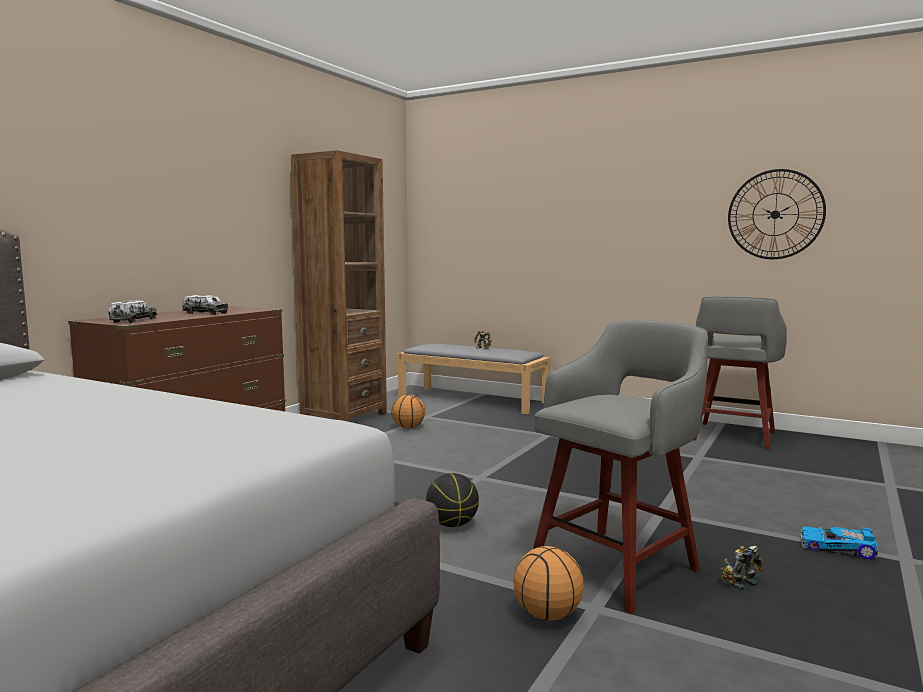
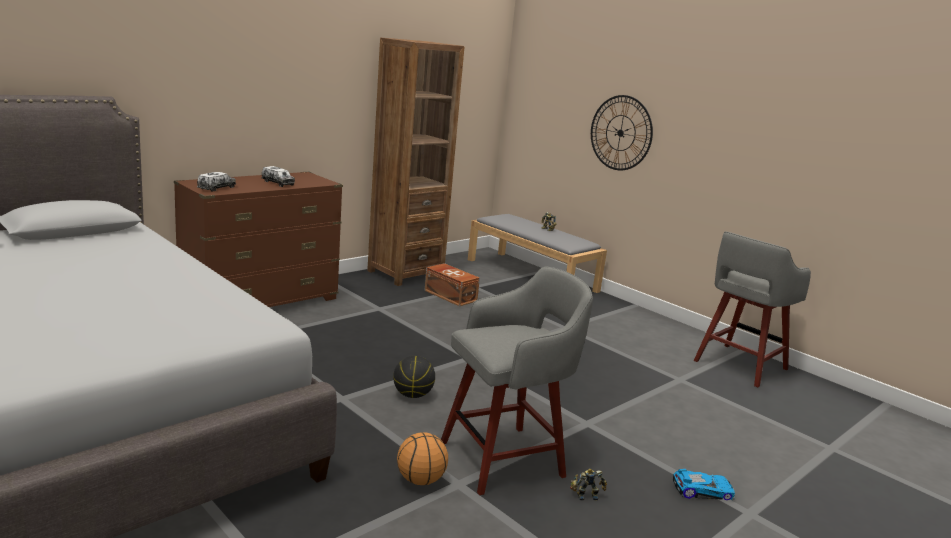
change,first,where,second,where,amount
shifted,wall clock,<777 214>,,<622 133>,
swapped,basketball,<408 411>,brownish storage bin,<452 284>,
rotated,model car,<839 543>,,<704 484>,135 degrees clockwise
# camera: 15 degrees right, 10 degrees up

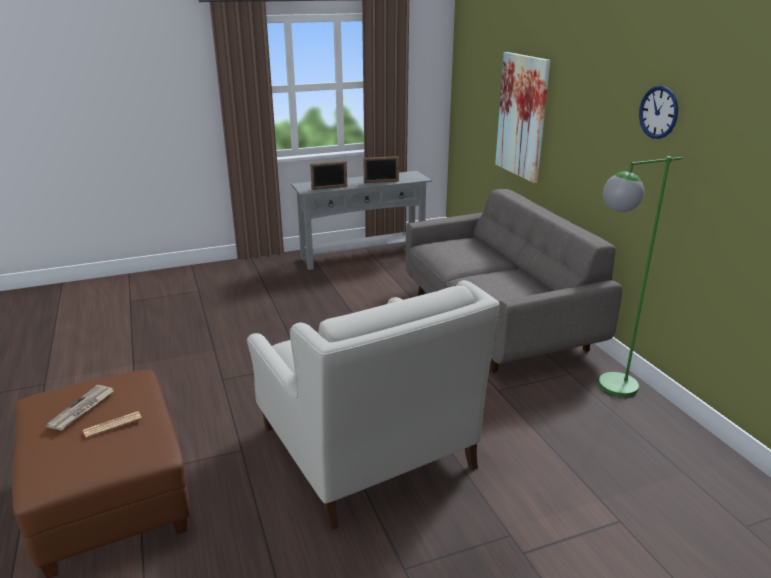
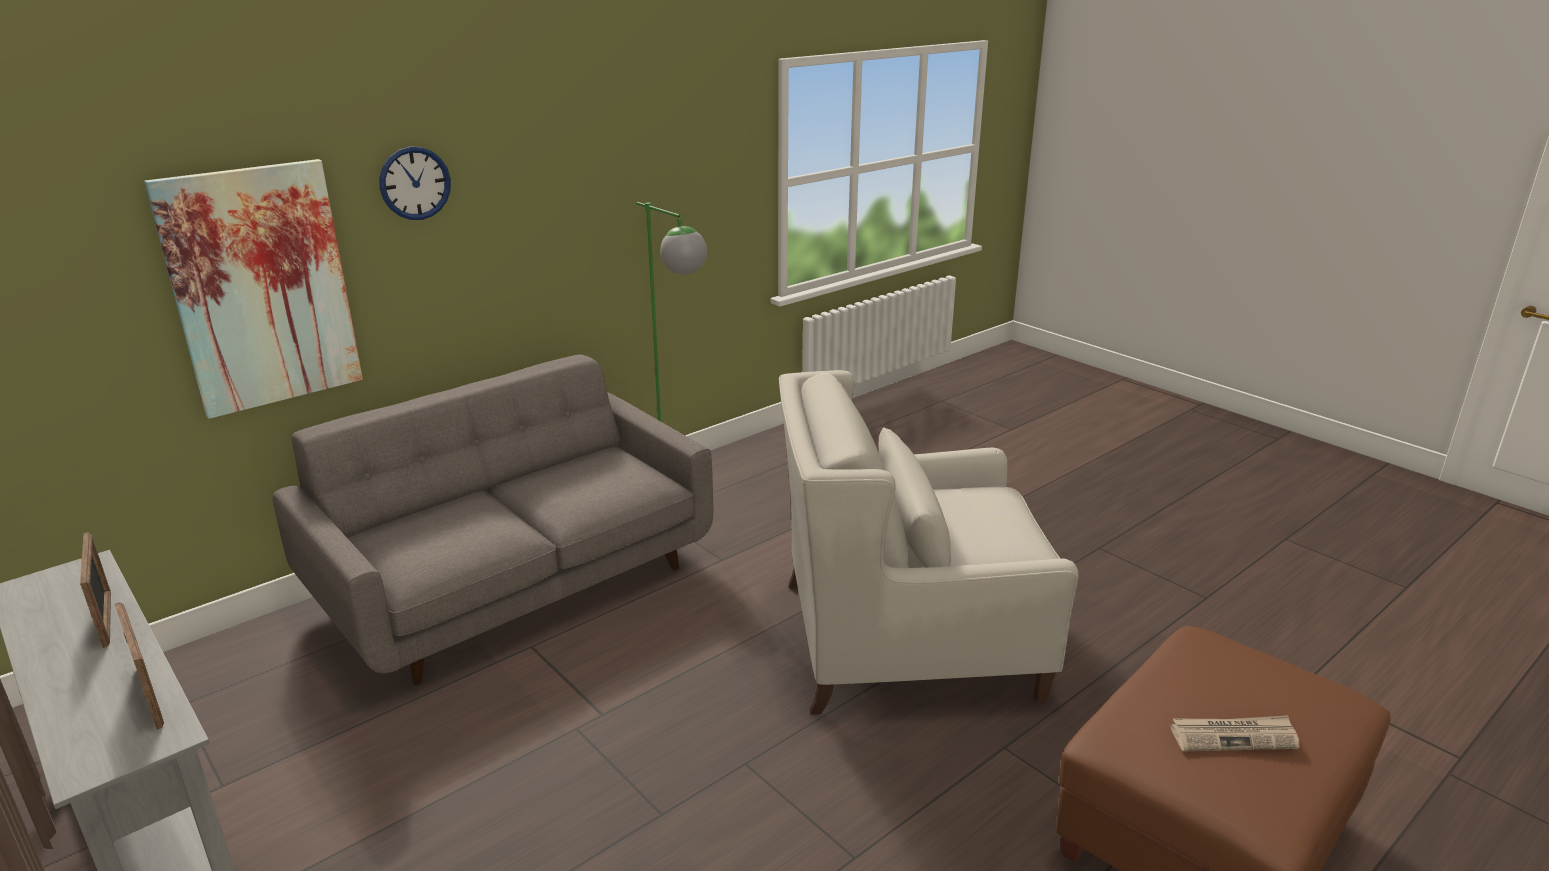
change,first,where,second,where,amount
shifted,wall clock,<658 112>,,<415 183>,
rotated,whitish easy chair,<373 405>,,<928 542>,135 degrees counterclockwise
gone,printed paper,<112 424>,,,
# camera: 110 degrees left, 0 degrees up

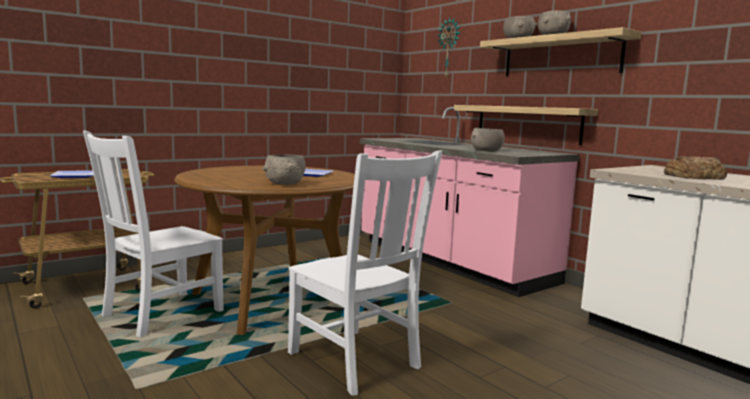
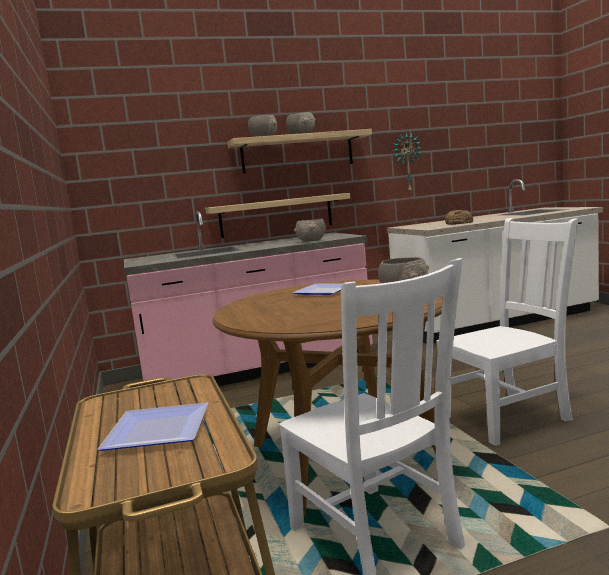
change,first,where,second,where,amount
shifted,wall clock,<448 47>,,<406 162>,
# camera: 70 degrees left, 0 degrees up

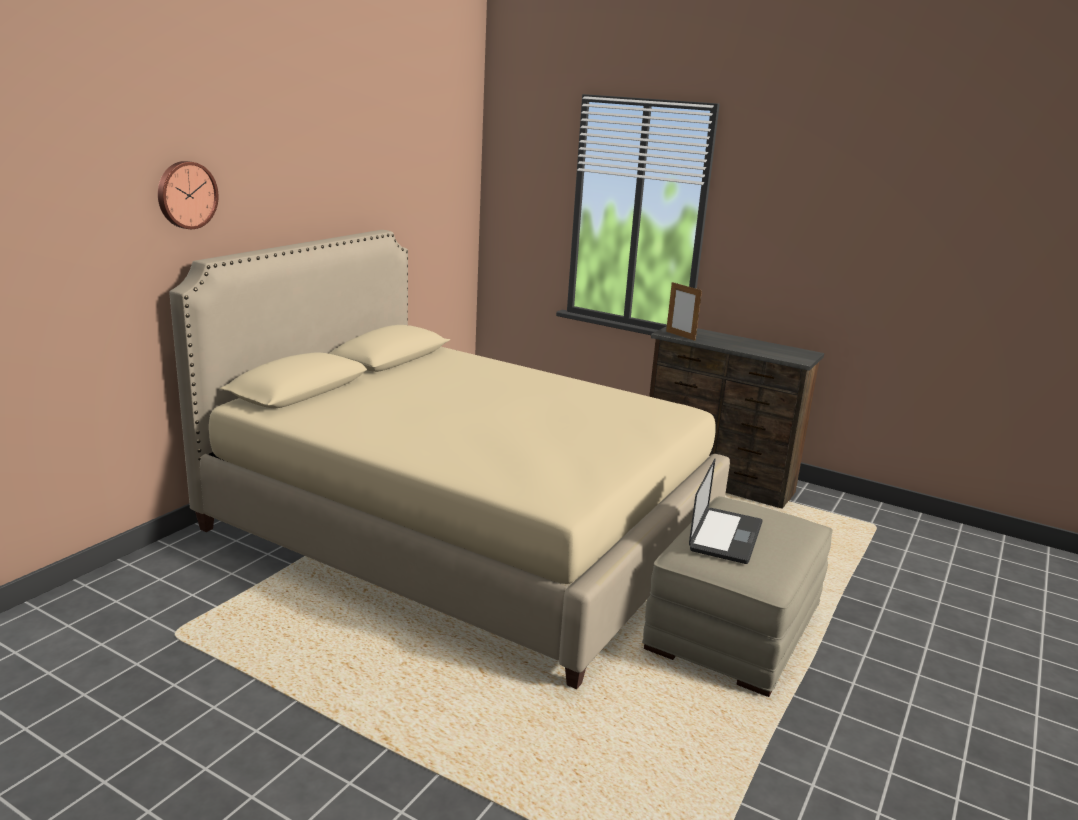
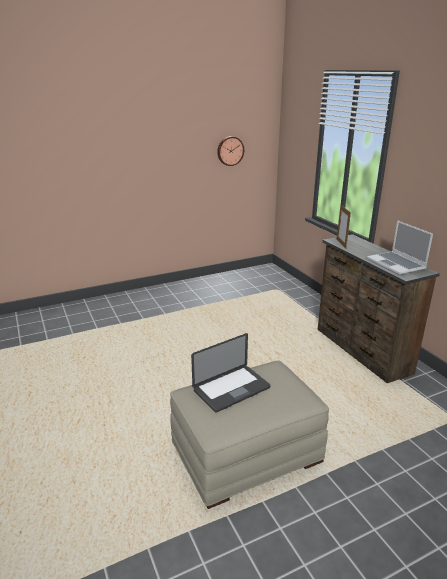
change,first,where,second,where,amount
shifted,wall clock,<188 195>,,<230 151>,
gone,sand-coloured sleeping bed,<449 459>,,,
new,,,notebook computer,<400 247>,
# camera: 35 degrees right, 5 degrees up

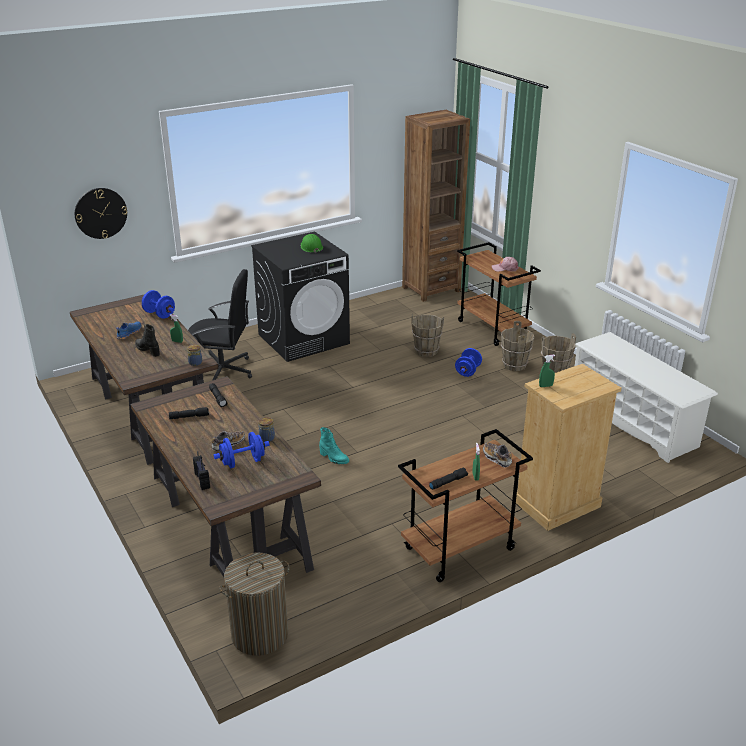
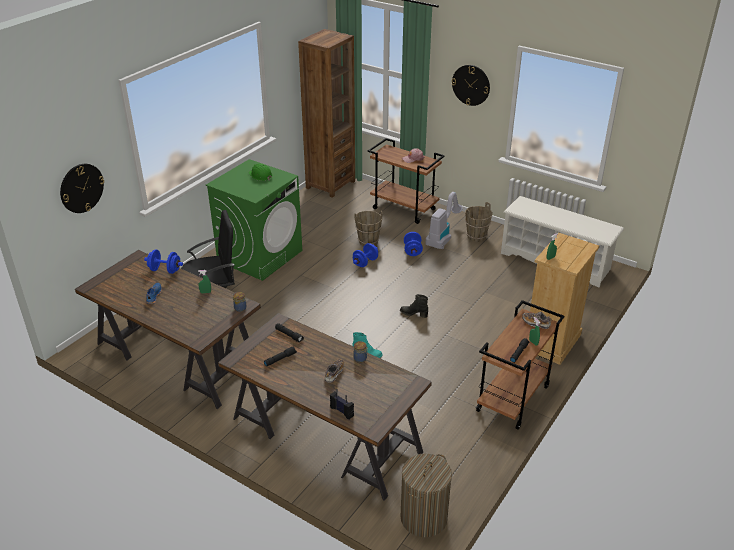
change,first,where,second,where,amount
repainted,black laundry machine,<300 296>,green-coloured laundry machine,<254 220>,
swapped,brownish pail,<517 346>,vacuum,<444 220>,
shifted,black tall boot,<147 340>,,<414 306>,
shifted,bluish dumbbell,<241 450>,,<365 255>,
new,,,wall clock,<471 85>,
# camera: 25 degrees left, 5 degrees up

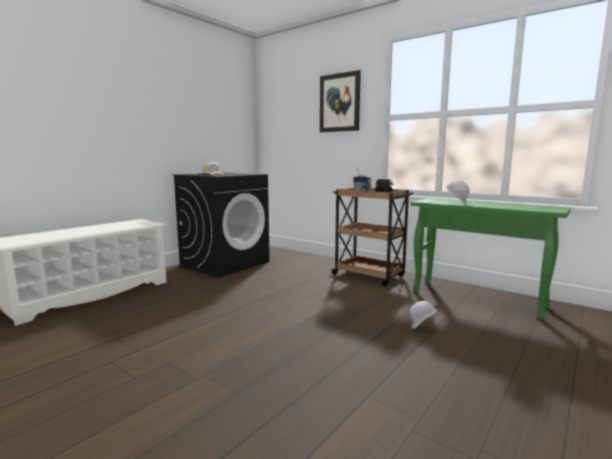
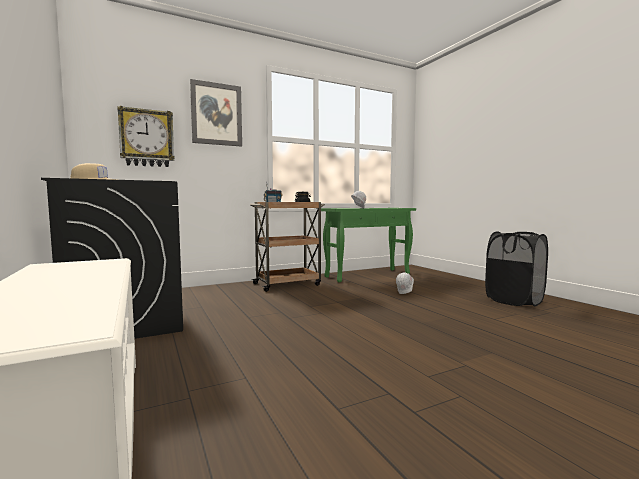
change,first,where,second,where,amount
new,,,wall clock,<146 136>,
new,,,black washing basket,<516 268>,
# camera: 65 degrees left, 5 degrees down

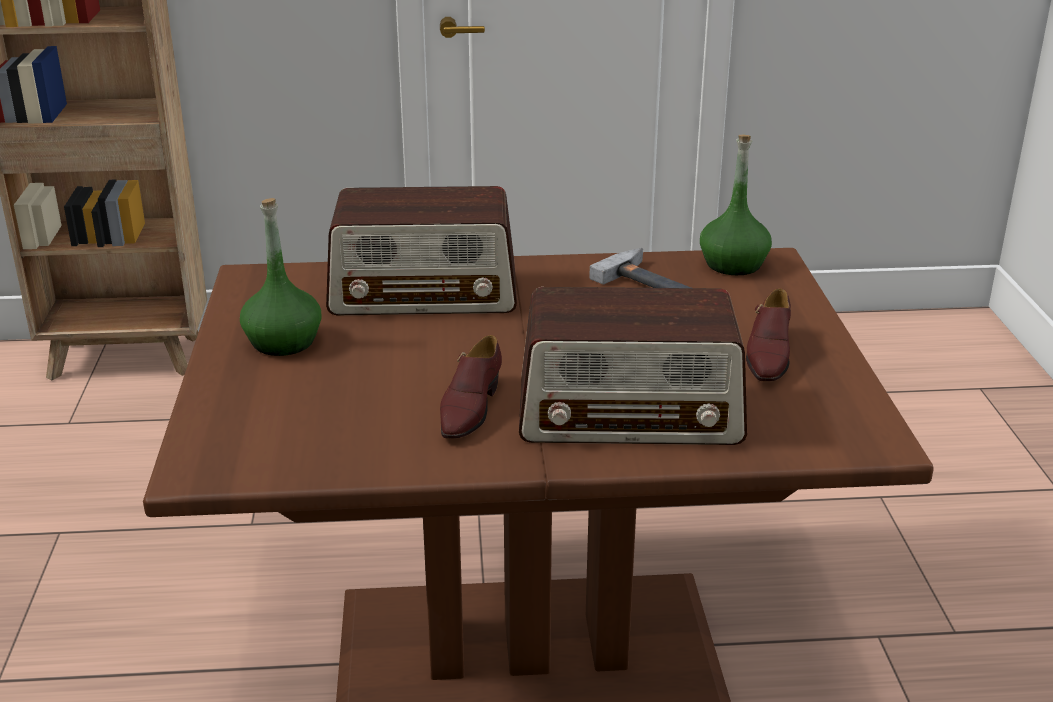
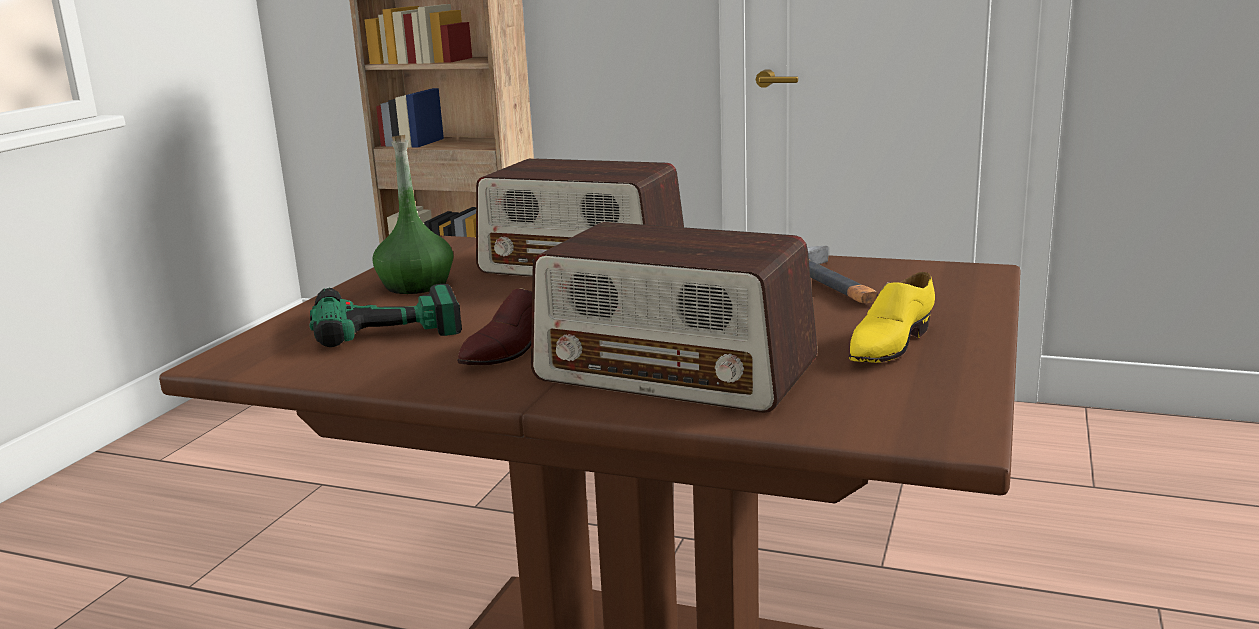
change,first,where,second,where,amount
gone,green-coloured beverage bottle,<736 205>,,,
repainted,brownish low shoe,<768 334>,yellow low shoe,<892 317>,
new,,,drill,<385 315>,
# camera: 25 degrees right, 10 degrees down

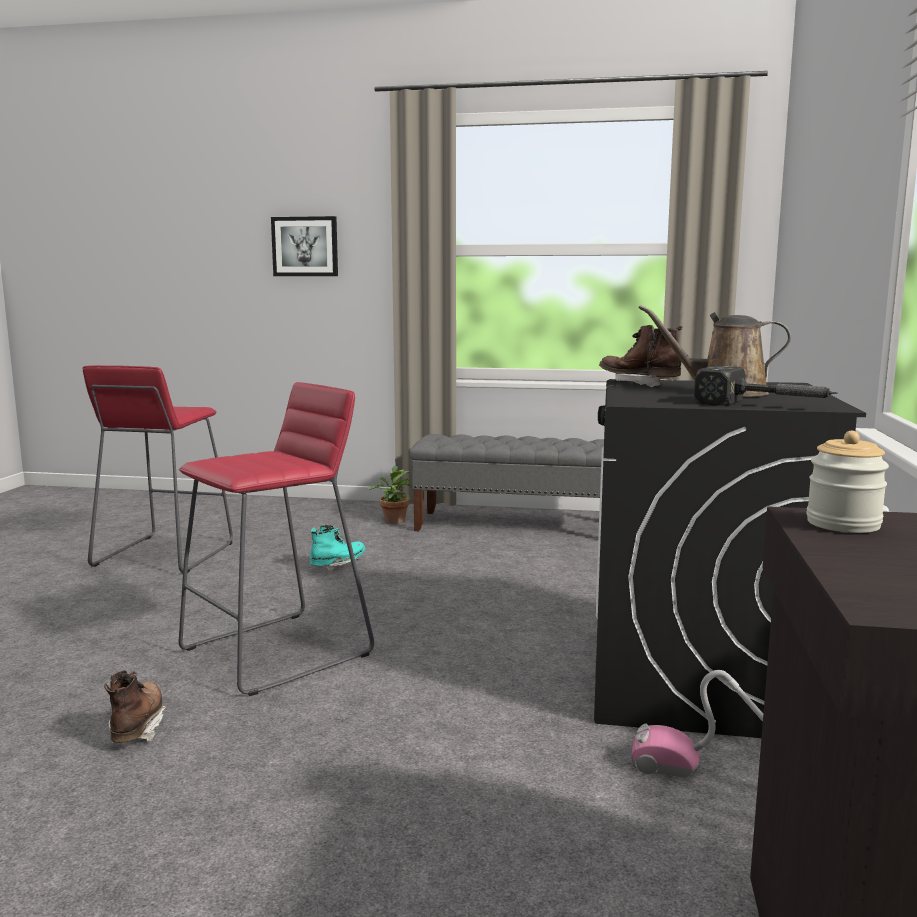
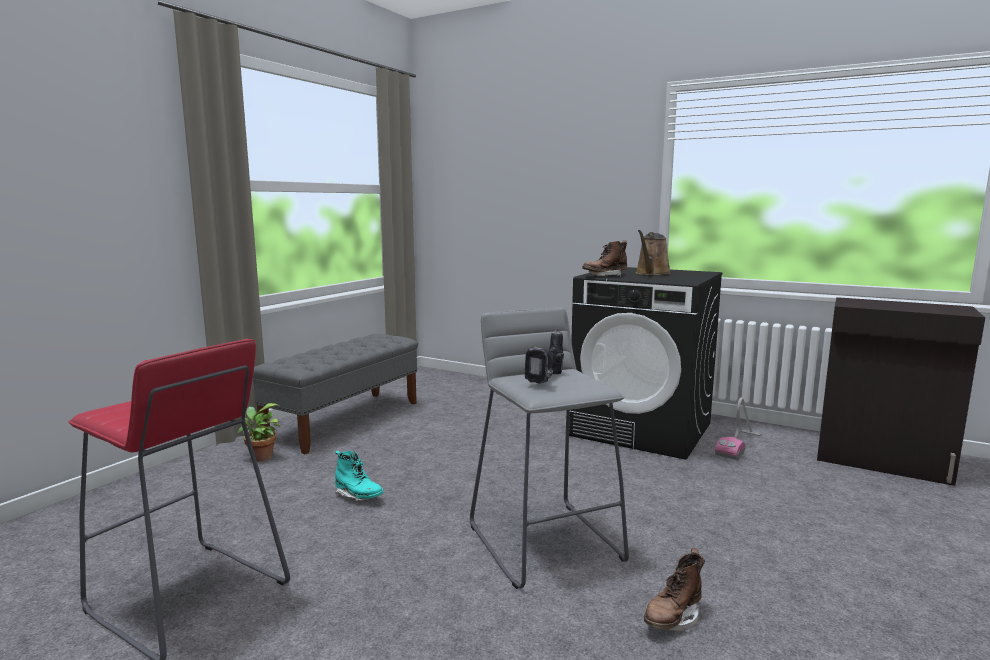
change,first,where,second,where,amount
gone,picture,<304 246>,,,
gone,tool hammer,<766 386>,,,
repainted,red-coloured stool,<276 539>,greyish stool,<549 448>,
gone,jar,<847 482>,,,
rotated,turquoise tall boot,<337 548>,,<359 476>,150 degrees clockwise
rotated,brownish tall boot,<135 706>,,<674 589>,60 degrees counterclockwise
new,,,drill,<544 356>,
# camera: 70 degrees left, 0 degrees up

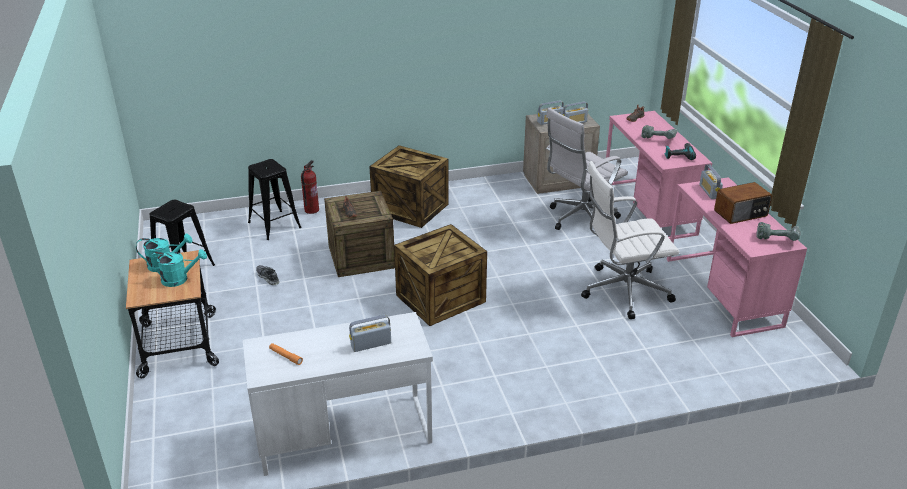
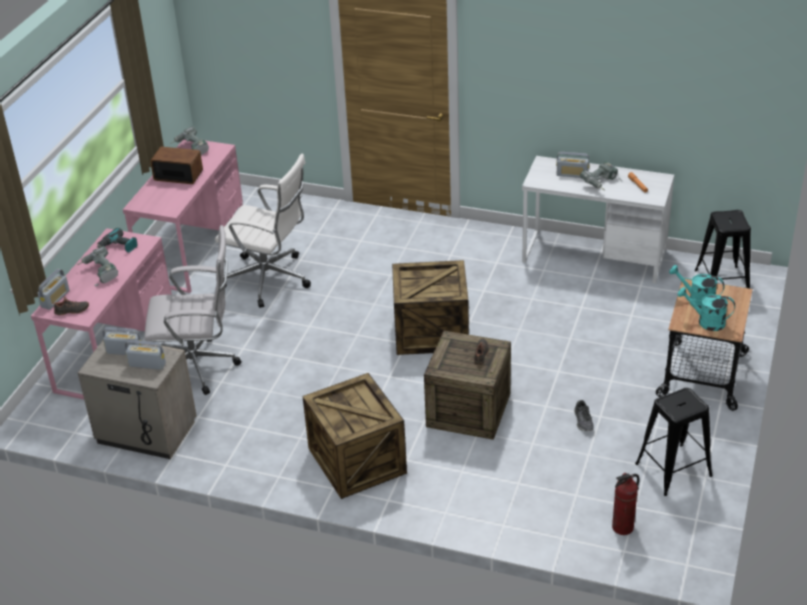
change,first,where,second,where,amount
shifted,black stool,<275 199>,,<723 249>,
shifted,fire-fighting cylinder,<310 187>,,<626 504>,
shifted,radio receiver,<711 181>,,<53 289>,
new,,,drill,<600 175>,
# camera: 145 degrees left, 5 degrees up

